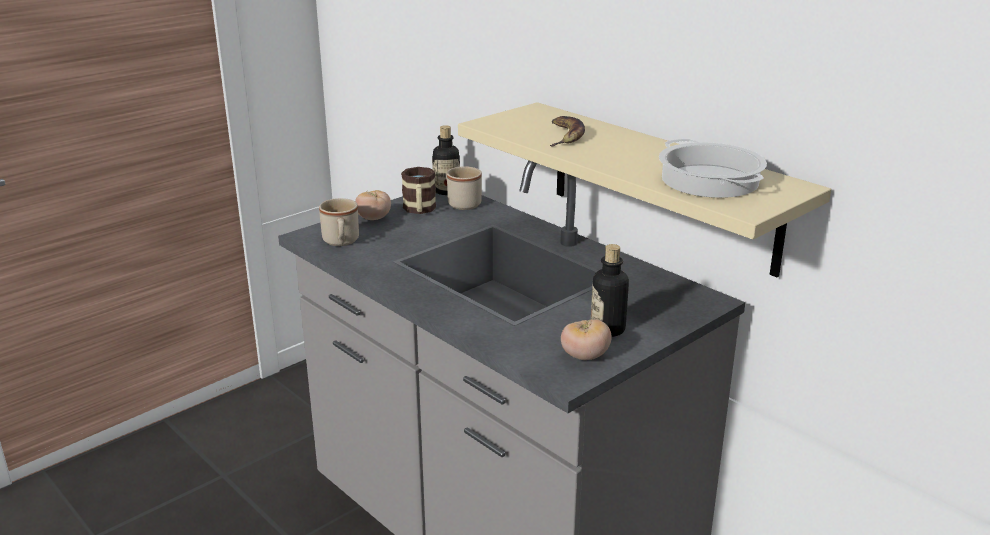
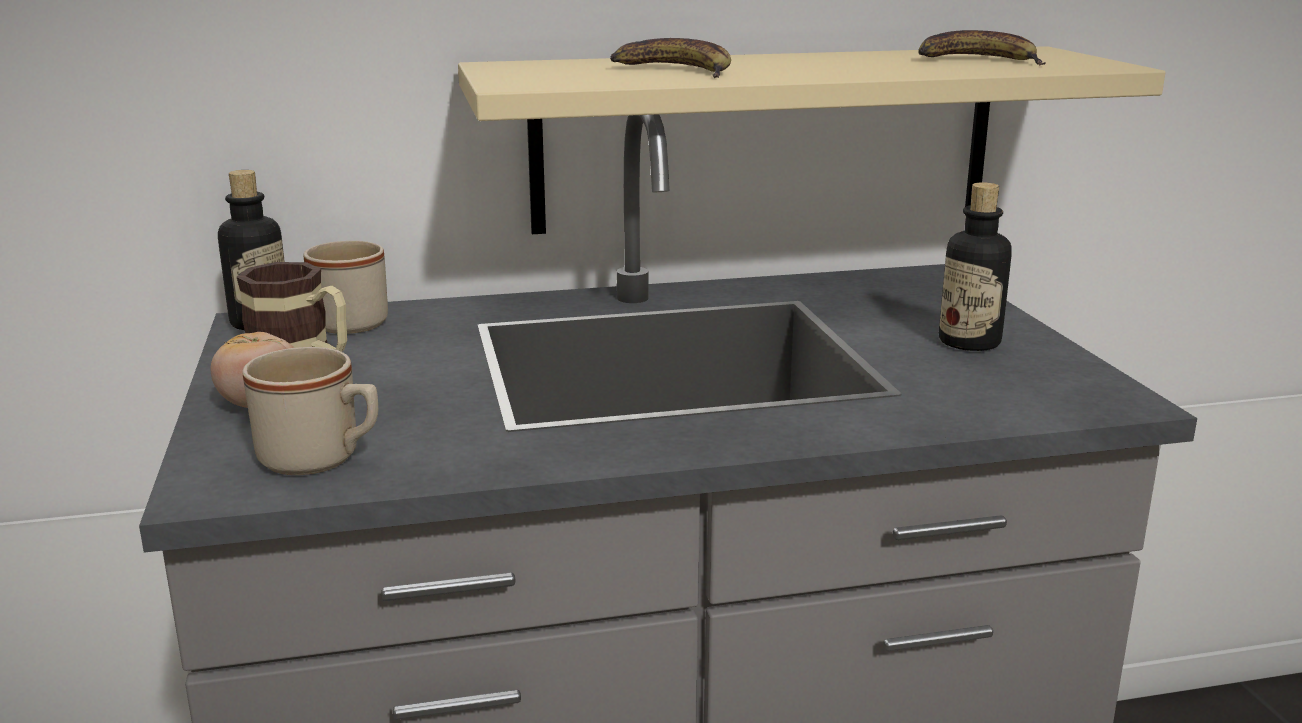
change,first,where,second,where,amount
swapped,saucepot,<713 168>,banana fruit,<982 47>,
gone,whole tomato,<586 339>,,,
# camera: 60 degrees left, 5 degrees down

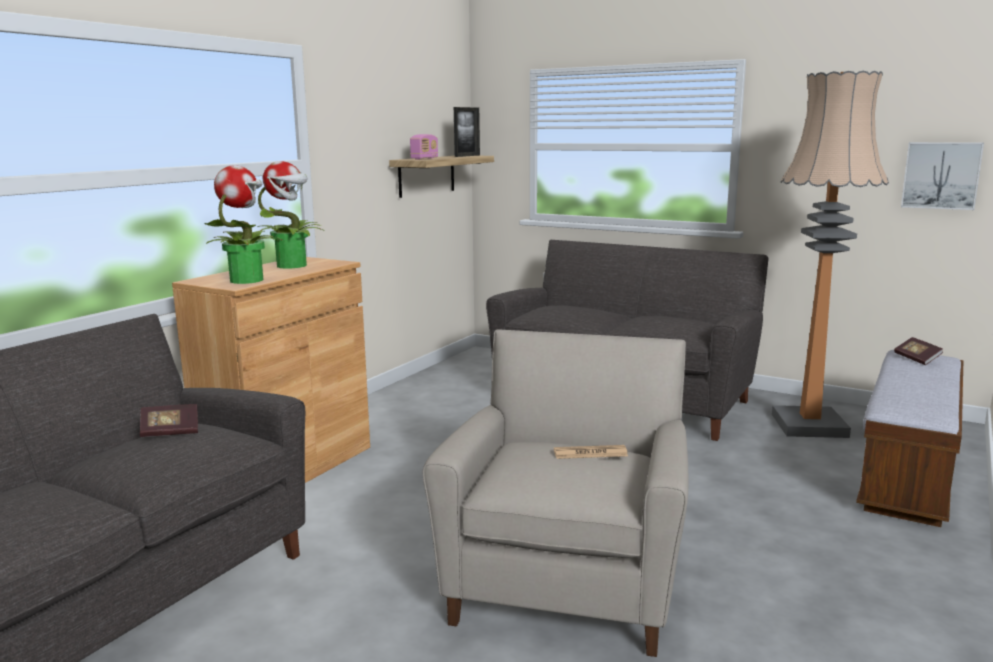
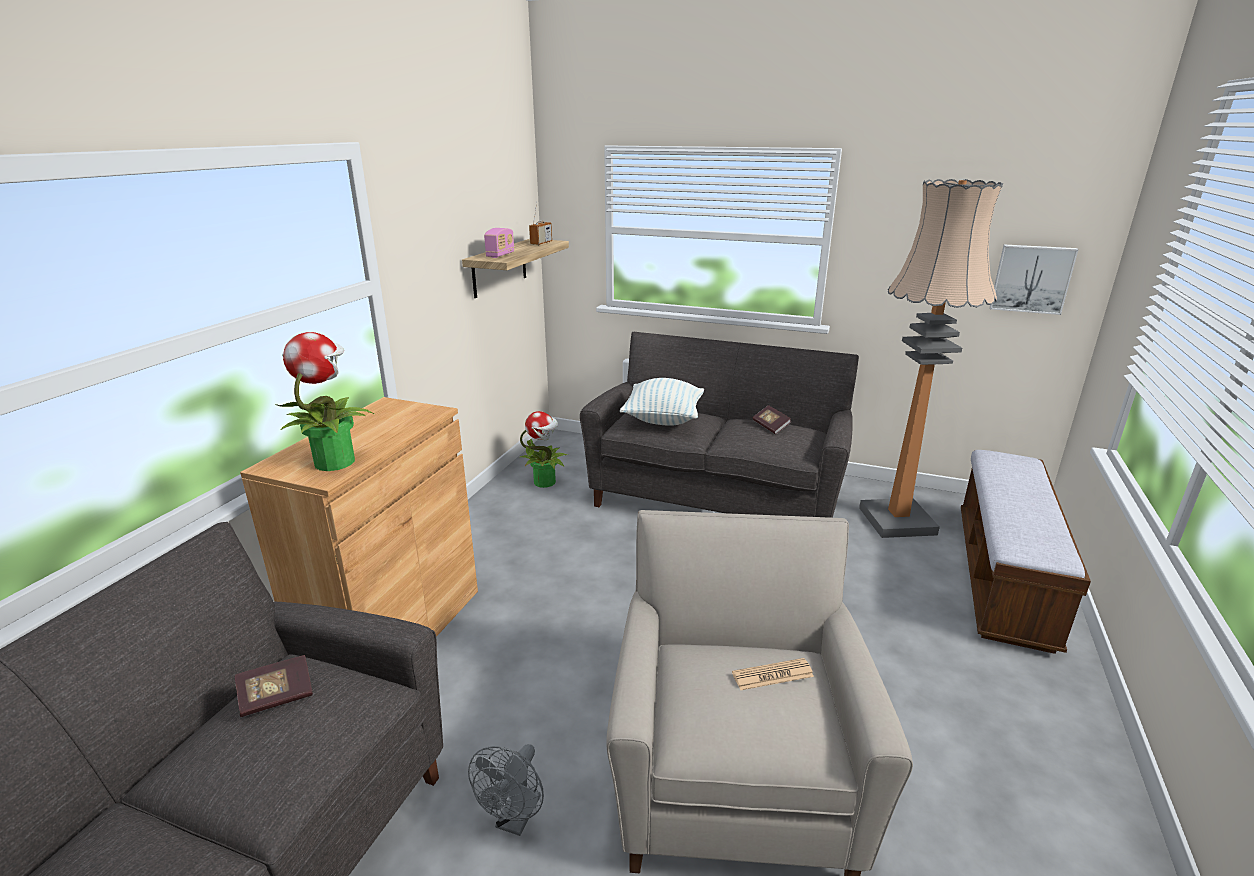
change,first,where,second,where,amount
swapped,photo frame,<467 132>,radio receiver,<540 223>,
shifted,houseplant,<290 214>,,<544 449>,
shifted,book,<918 351>,,<772 419>,
new,,,throw pillow,<662 402>,
new,,,greyish electric fan,<506 790>,
# camera: 10 degrees left, 10 degrees up

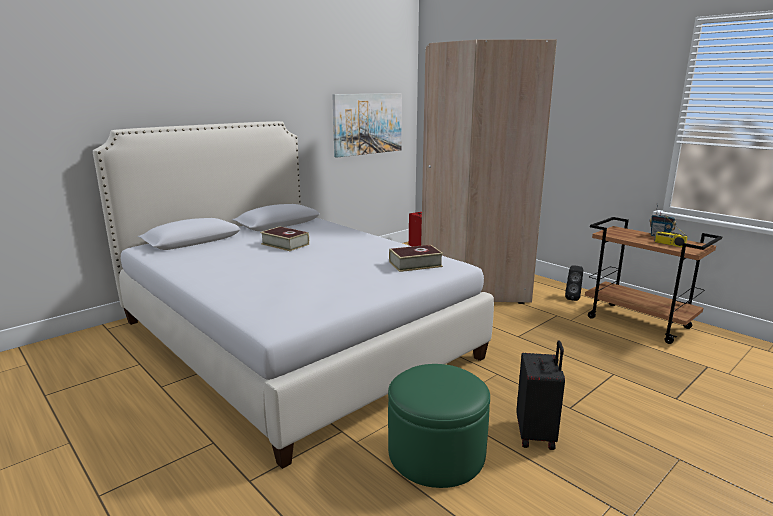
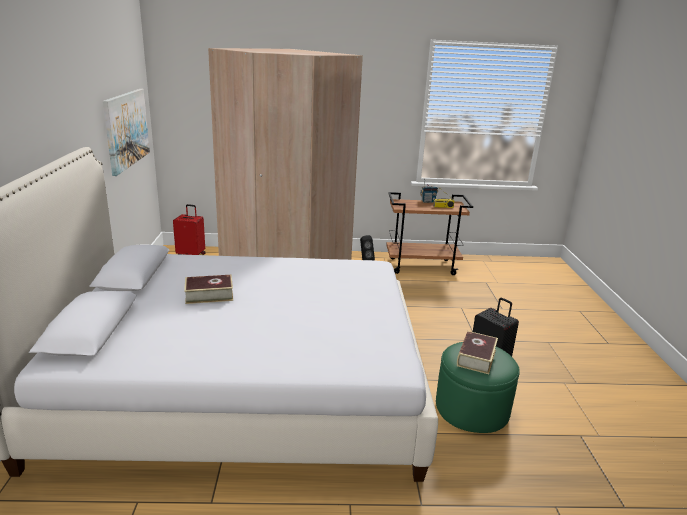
change,first,where,second,where,amount
shifted,book,<416 258>,,<477 352>,
# camera: 50 degrees left, 5 degrees up

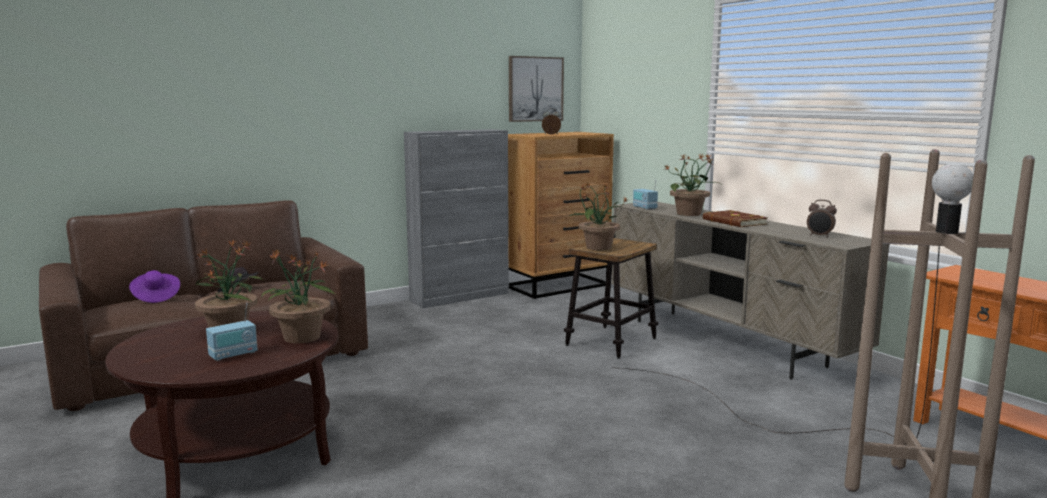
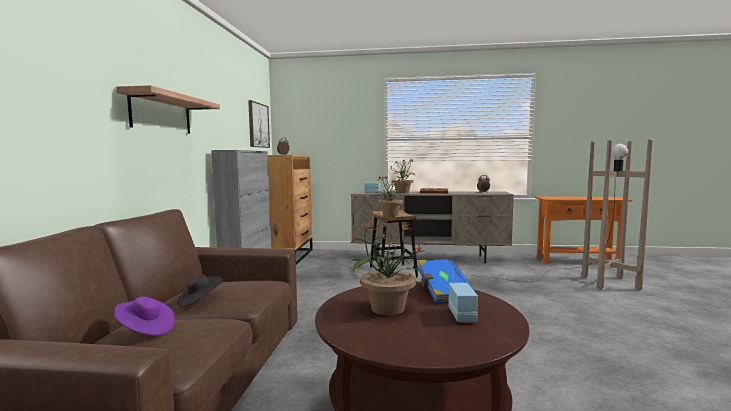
change,first,where,second,where,amount
swapped,houseplant,<299 296>,bluish book,<446 281>,
new,,,wall shelf,<168 109>,
# camera: 50 degrees left, 5 degrees down

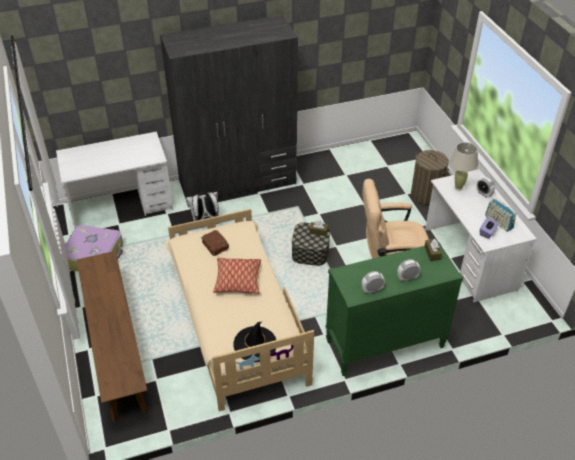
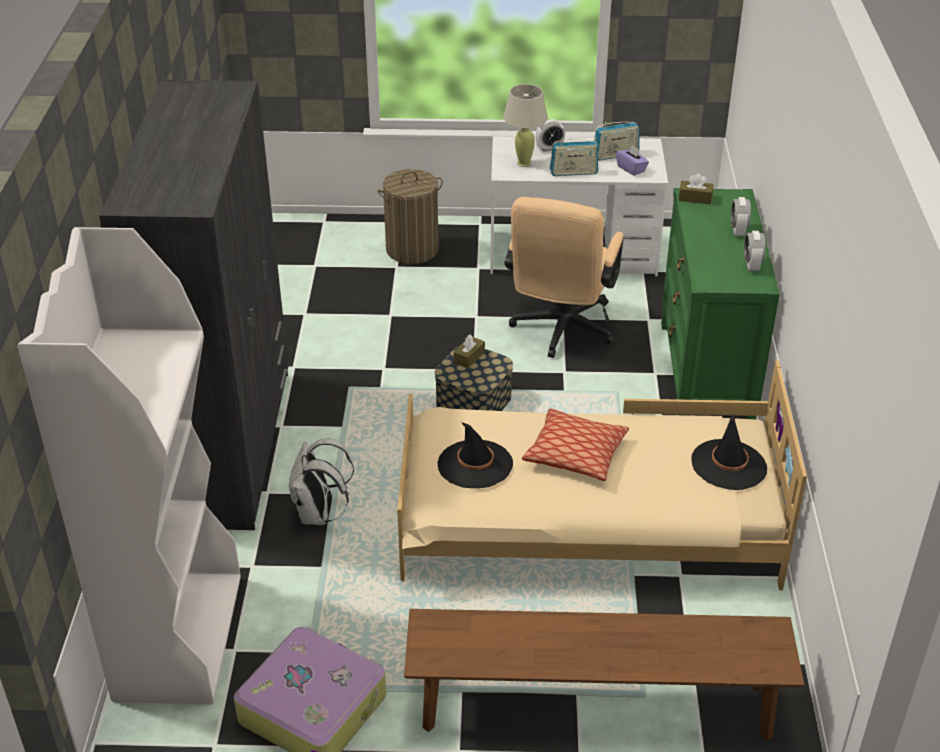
change,first,where,second,where,amount
swapped,whitish desk table,<115 179>,whitish shelving unit,<129 466>,
swapped,brownish book,<215 243>,black wearable hat,<475 455>,
new,,,radio receiver,<574 157>,
# camera: 70 degrees left, 5 degrees down

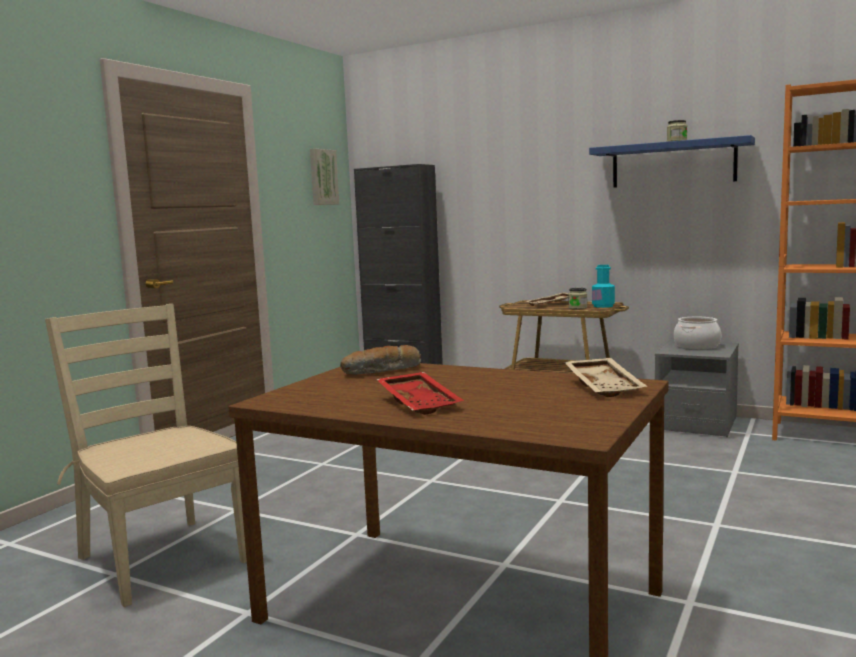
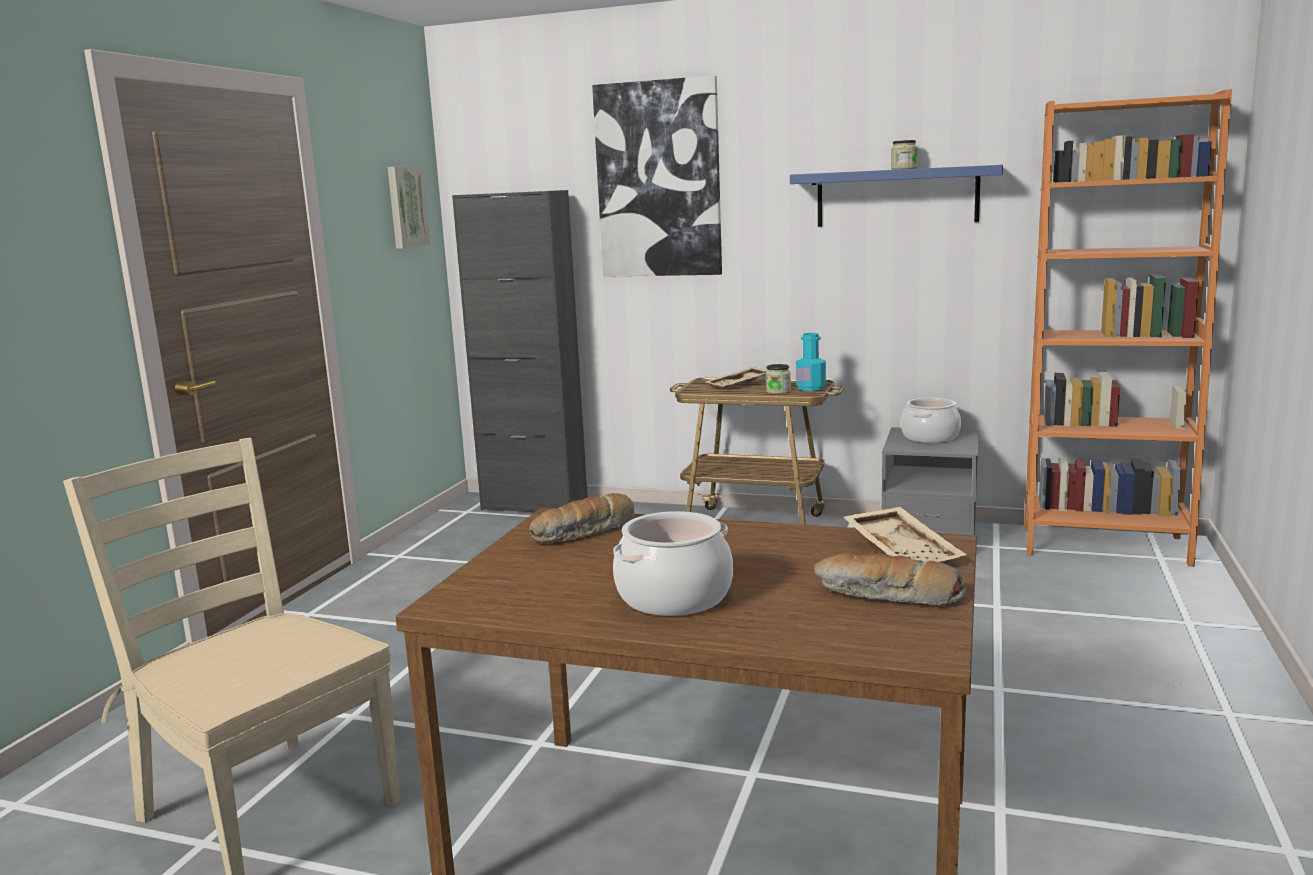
change,first,where,second,where,amount
swapped,red-coloured carrying tray,<420 393>,saucepot,<673 563>,
new,,,picture,<657 176>,
new,,,baked bread,<890 579>,
# camera: 10 degrees left, 5 degrees up

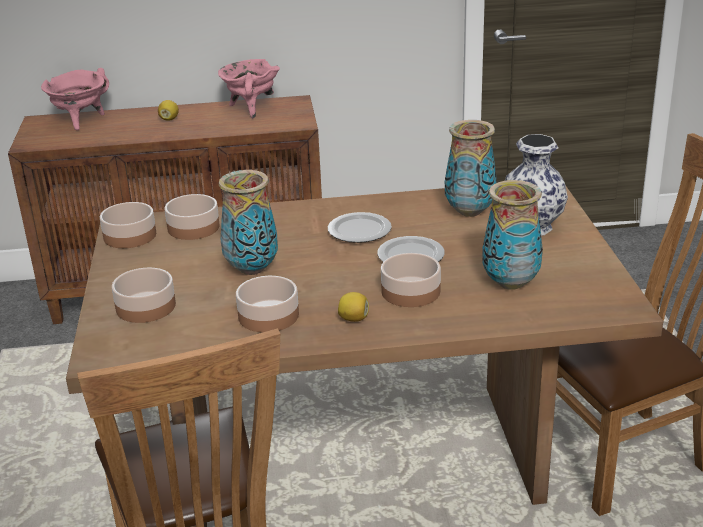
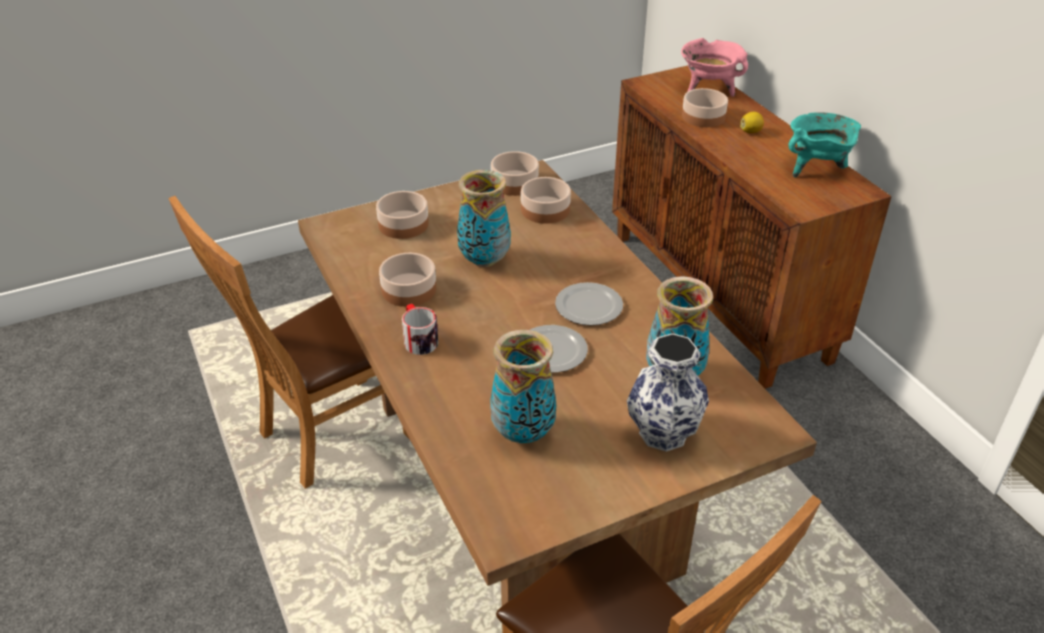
change,first,where,second,where,amount
repainted,pinkish saucepot,<249 88>,turquoise saucepot,<824 144>,
shifted,bowl,<411 280>,,<705 107>,
swapped,lemon,<353 307>,coffee mug,<420 329>,
# camera: 70 degrees right, 10 degrees up

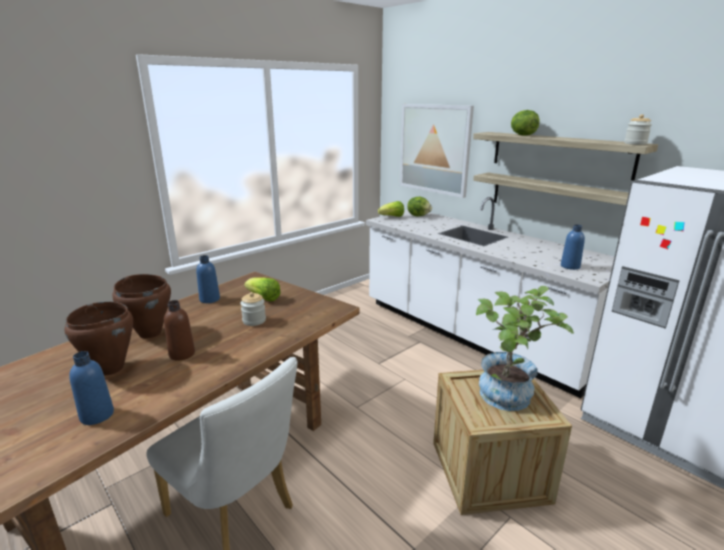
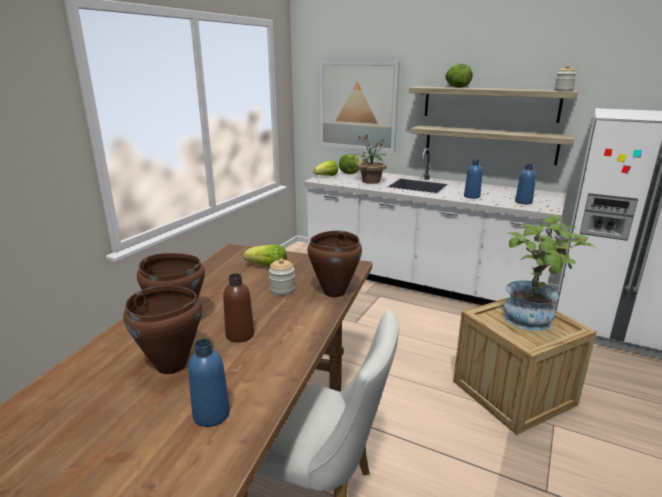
change,first,where,second,where,amount
shifted,bluish beverage bottle,<208 279>,,<473 179>,
new,,,houseplant,<371 159>,
new,,,brownish saucepot,<334 264>,
# camera: 20 degrees left, 0 degrees up

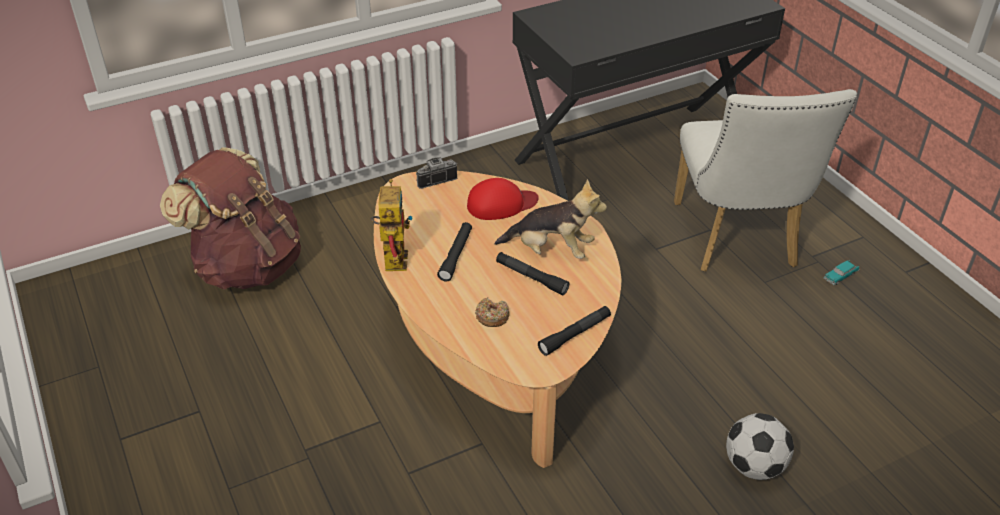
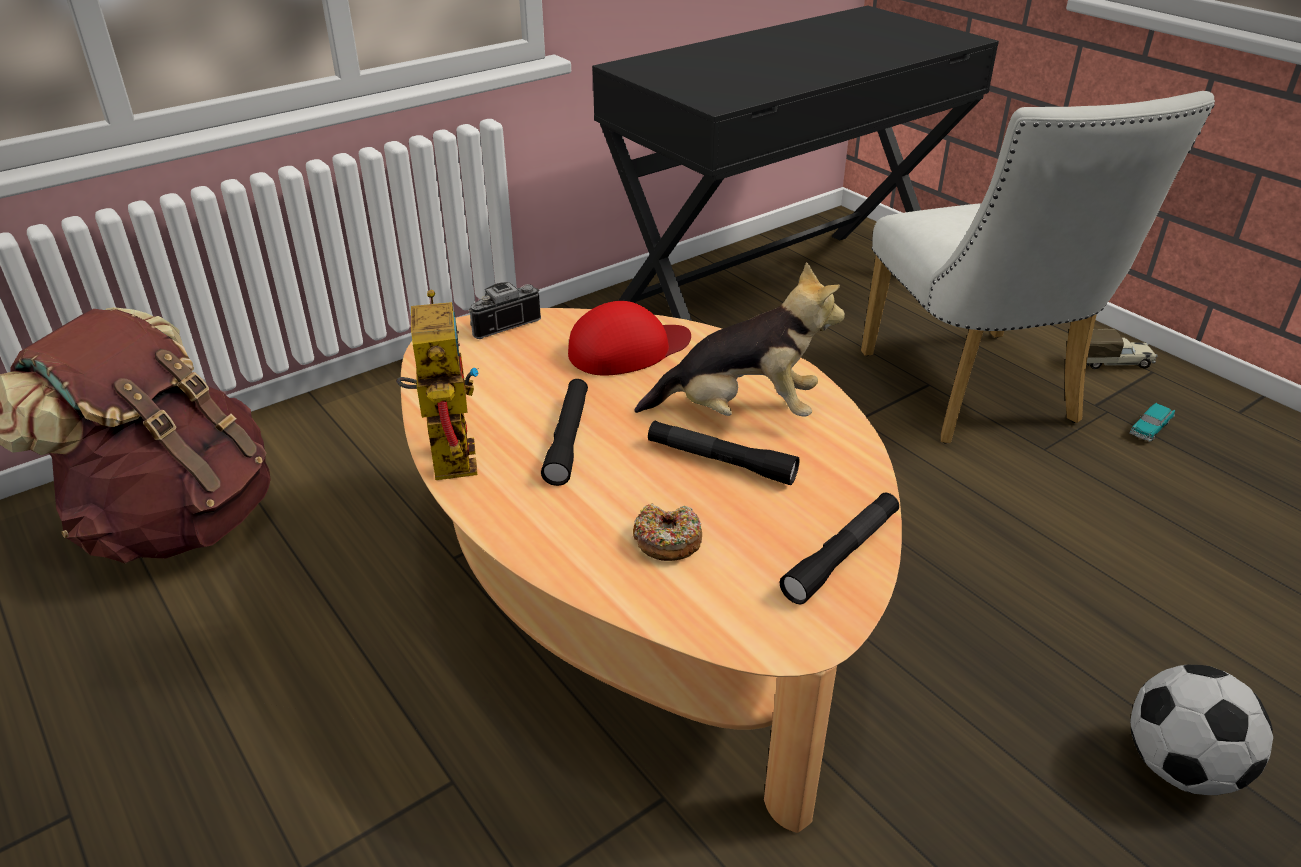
change,first,where,second,where,amount
new,,,toy truck,<1122 349>,
# camera: 10 degrees left, 5 degrees down

